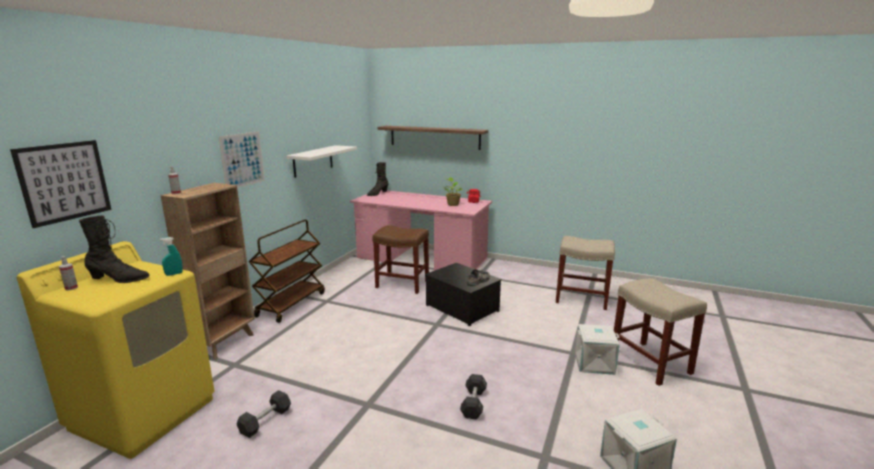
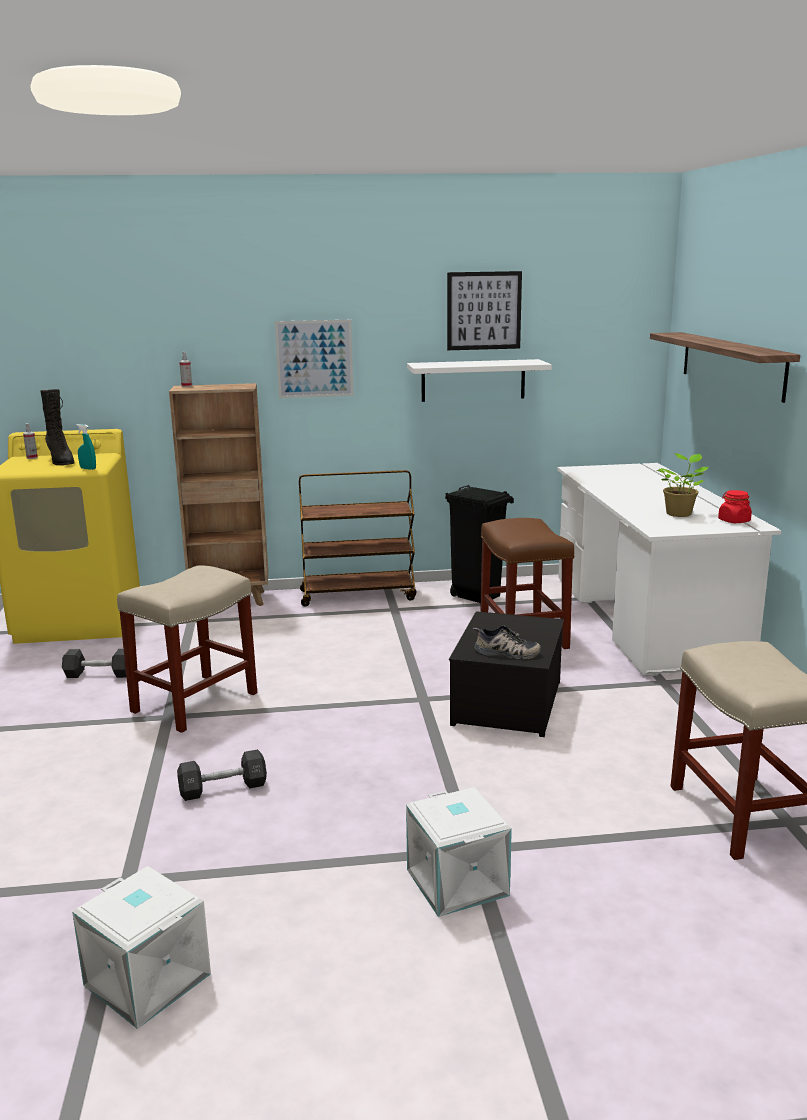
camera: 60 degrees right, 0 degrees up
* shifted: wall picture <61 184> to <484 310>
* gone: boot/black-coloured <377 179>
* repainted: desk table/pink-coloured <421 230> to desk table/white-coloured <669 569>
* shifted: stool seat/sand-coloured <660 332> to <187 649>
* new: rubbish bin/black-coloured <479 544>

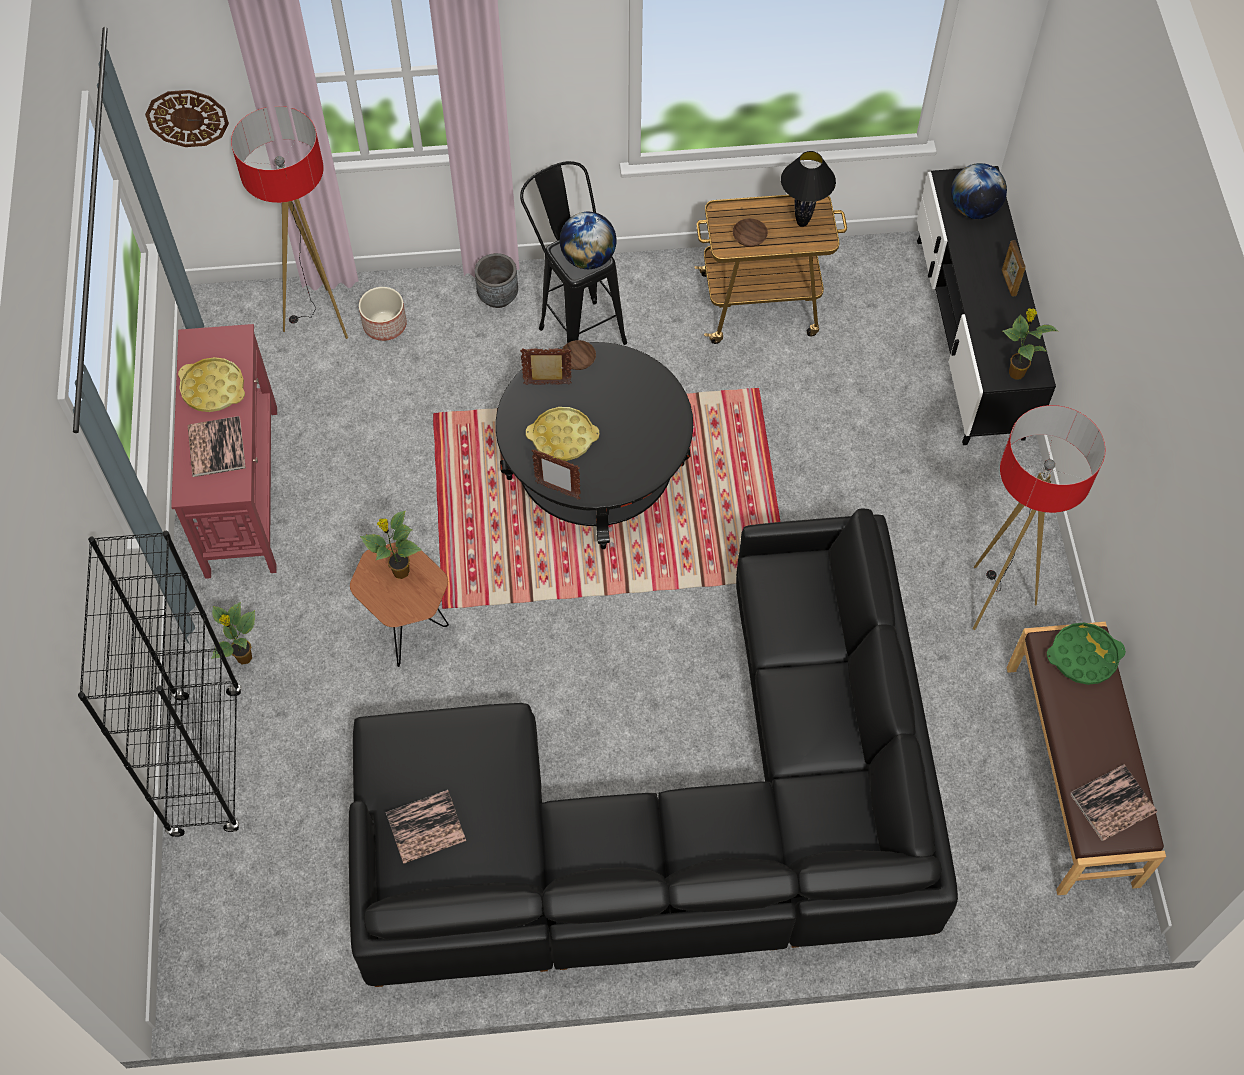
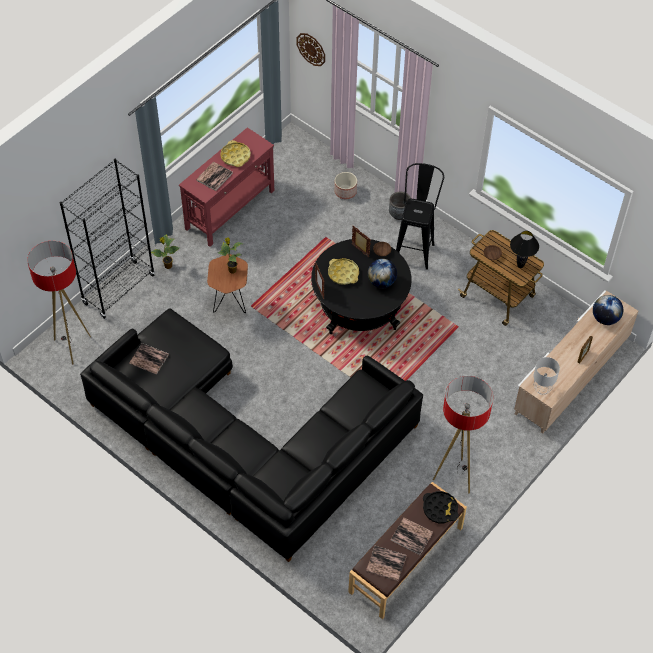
camera: 45 degrees right, 5 degrees down
* shifted: standard lamp <289 222> to <59 302>
* repainted: tv stand/black-coloured <986 305> to tv stand/sand-coloured <575 362>
* shifted: globe <588 240> to <382 273>
* swapped: houseplant <1030 344> to tabletop lamp/greyish <547 376>
* repainted: carrying tray/greenish <1086 654> to carrying tray/black-coloured <441 507>
* new: book <412 536>

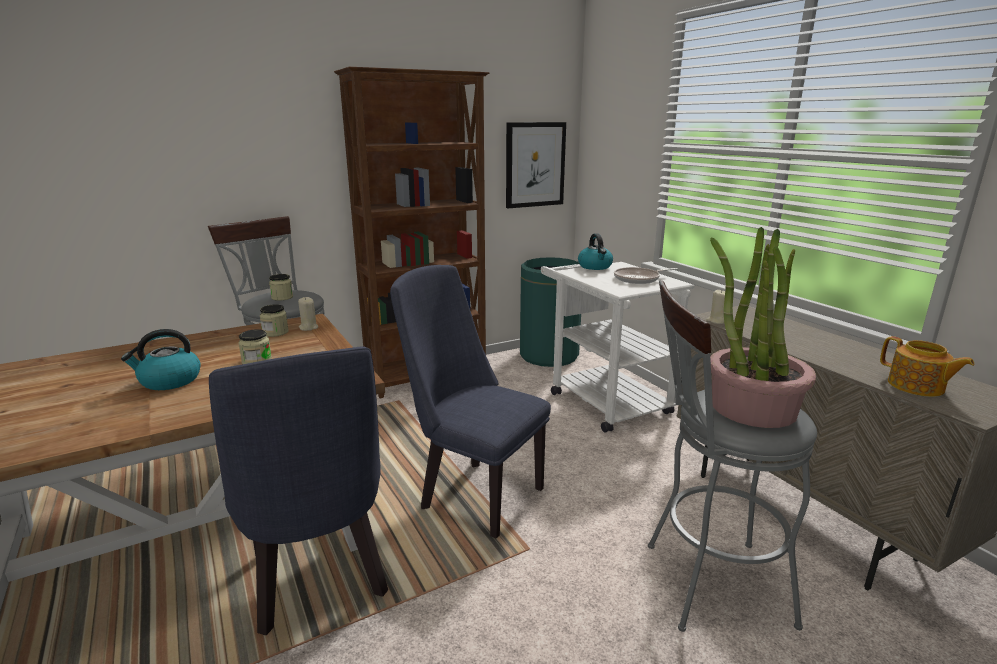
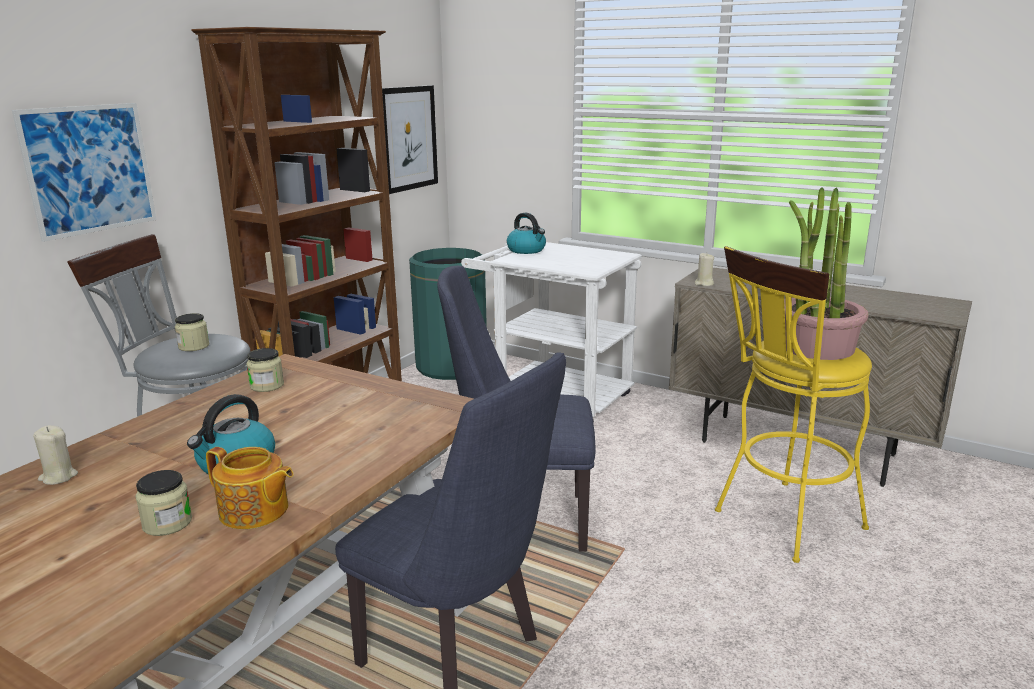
camera: 30 degrees left, 0 degrees up
* gone: pan <646 275>
* repainted: stool seat/greyish <732 456> to stool seat/yellowish <793 404>
* shifted: wax light/sand-coloured <308 314> to <55 455>
* shifted: jar <255 346> to <163 503>
* shifted: pot for tea <927 366> to <249 488>
* new: wall picture <84 172>

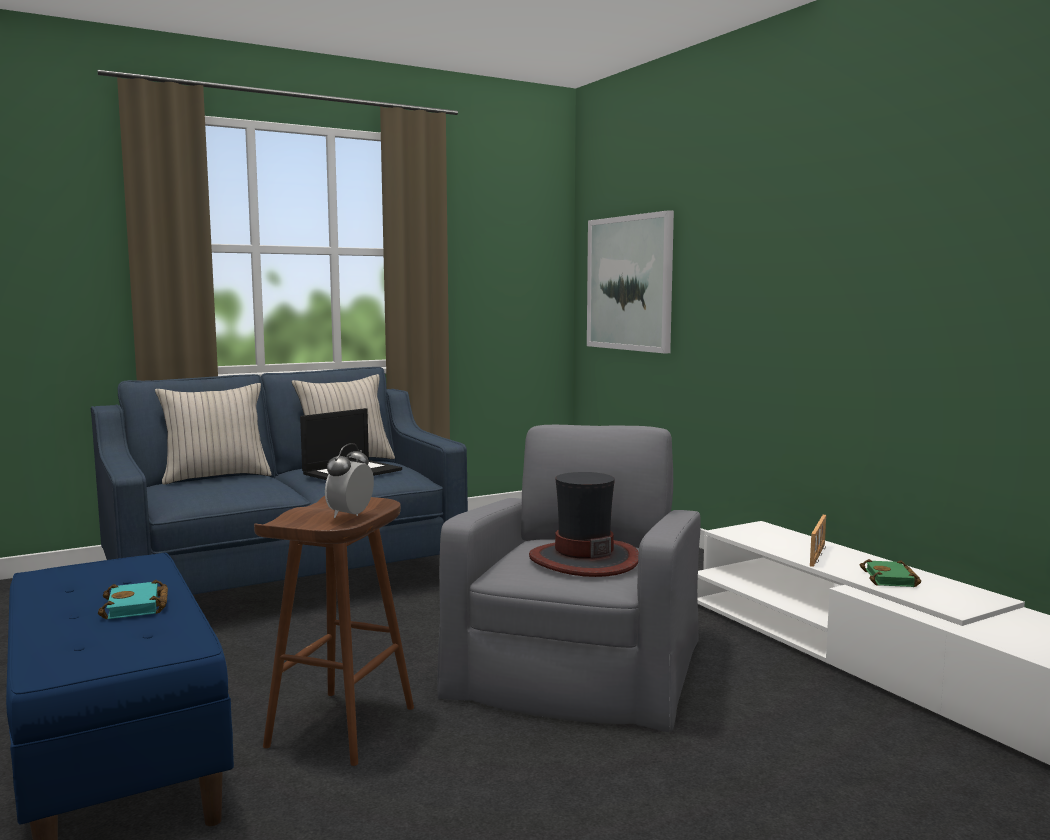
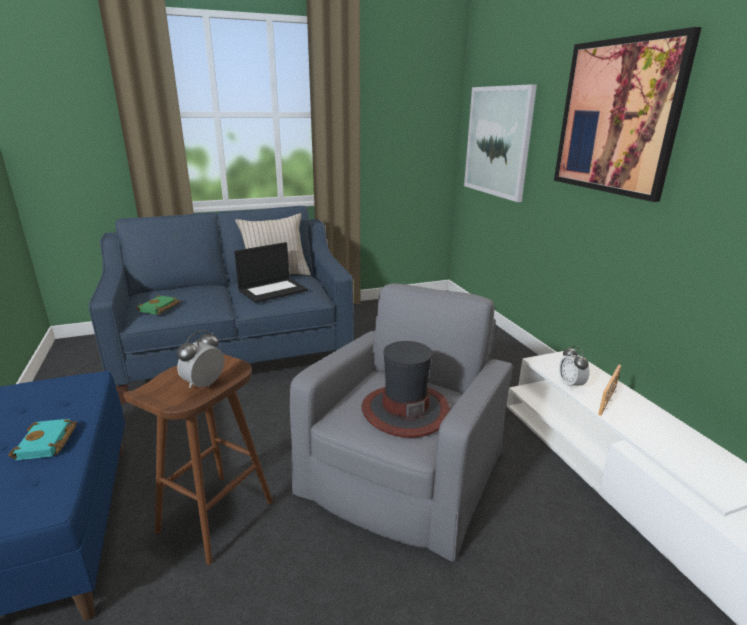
camera: 10 degrees right, 15 degrees up
* gone: cushion/sand-coloured <213 434>
* shifted: book/greenish <890 573> to <158 305>
* new: wall picture <628 114>
* new: table clock <574 368>

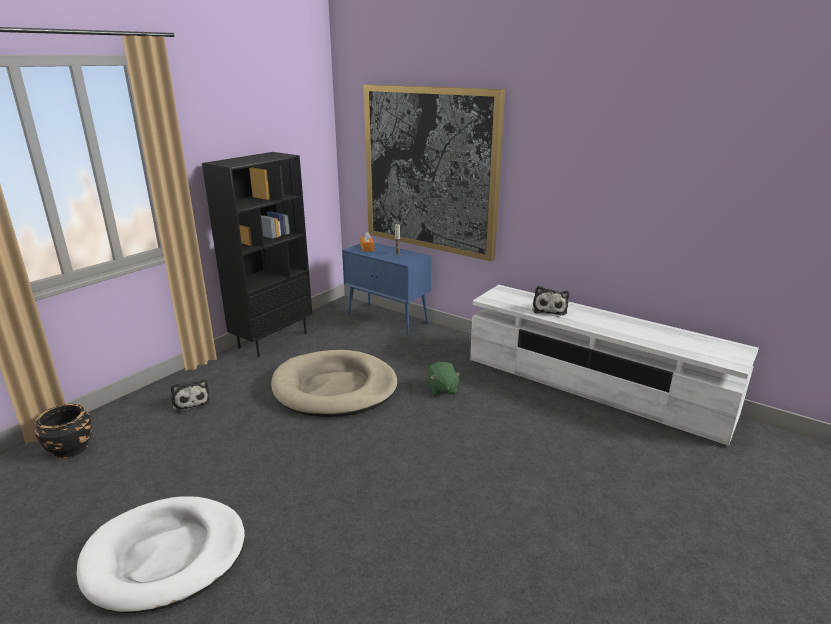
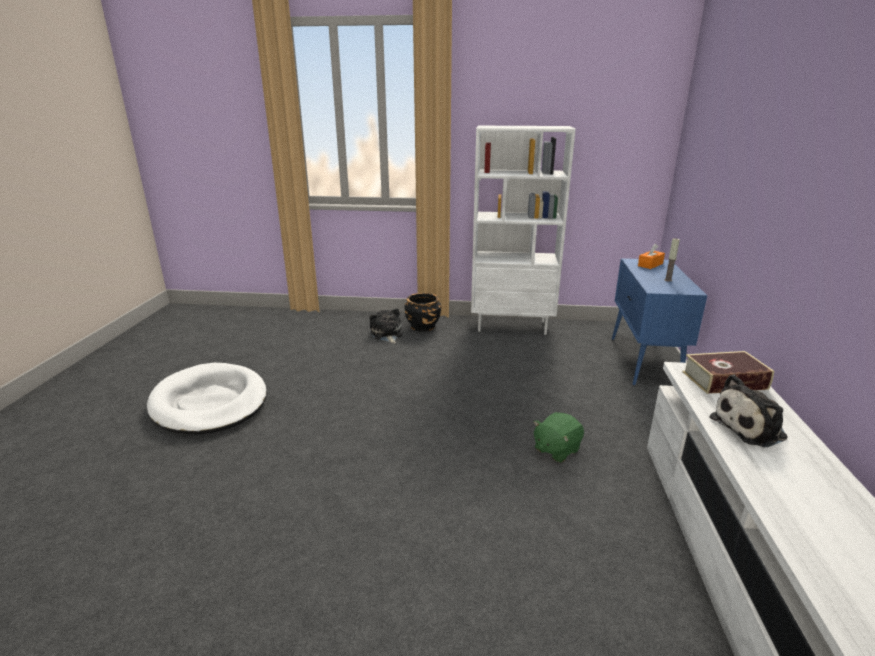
camera: 60 degrees right, 0 degrees up
* gone: wall picture <434 172>
* repainted: bookcase/black-coloured <257 254> to bookcase/white-coloured <523 230>
* gone: dog bed/sand-coloured <334 383>
* rotated: cuddly toy <191 396> = <386 326> 135 degrees clockwise
* shifted: flower pot/black-coloured <63 431> to <422 312>
* new: book <728 372>

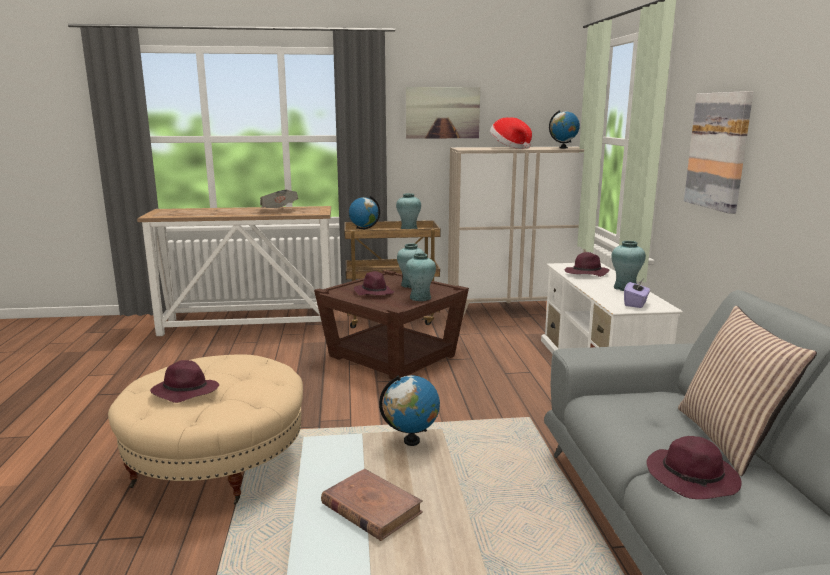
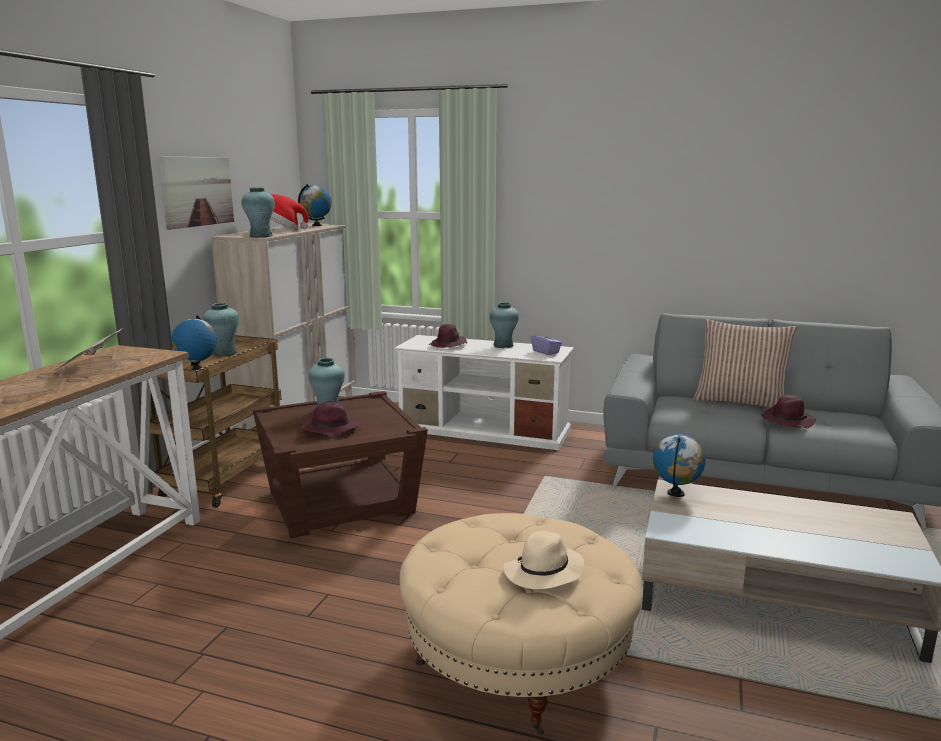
camera: 65 degrees left, 0 degrees up
* gone: wall picture <718 152>
* shifted: vase/turquoise <420 277> to <258 212>
* repainted: wearable hat/purple-coloured <184 381> to wearable hat/sand-coloured <543 560>
* gone: book/brownish <372 505>

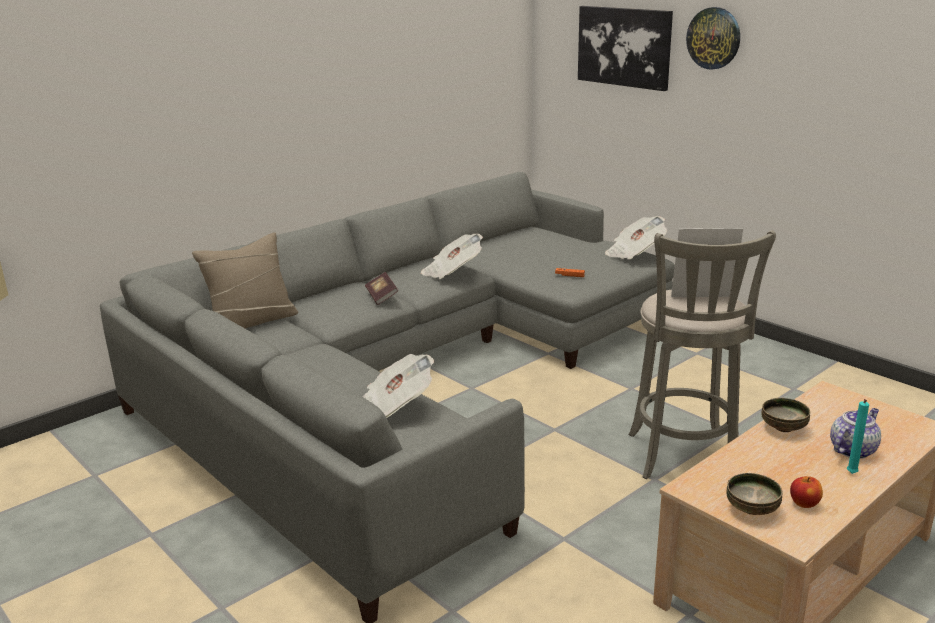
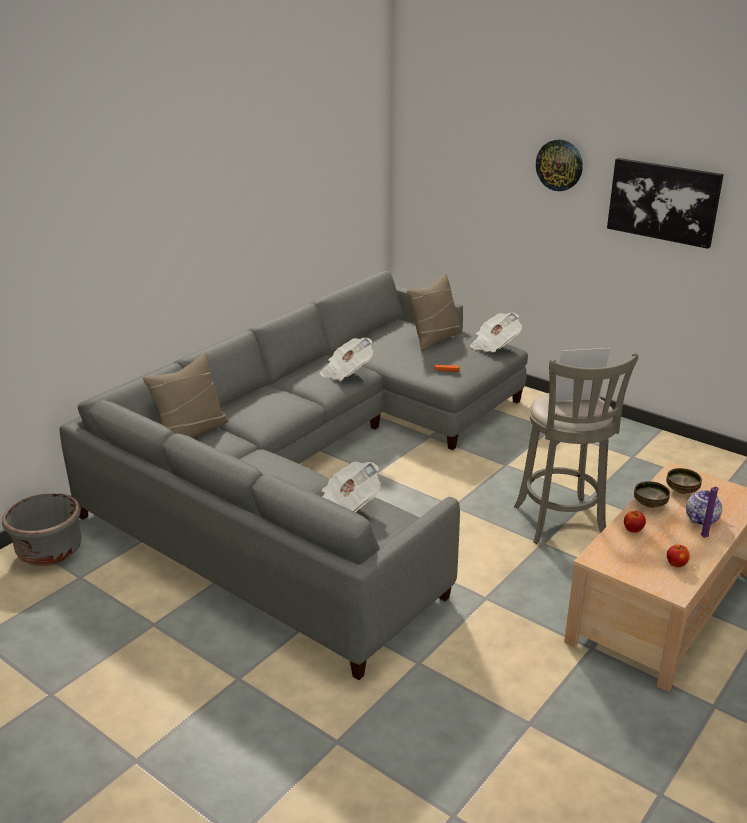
camera: 10 degrees left, 5 degrees up
* shifted: wall picture <625 48> to <665 203>
* gone: book <381 288>
* repainted: wax light/turquoise <858 436> to wax light/purple-coloured <709 512>
* shifted: bowl <754 494> to <684 481>
* new: cushion/sand-coloured <434 312>
* new: flower pot/greyish <41 529>
* new: apple <635 521>

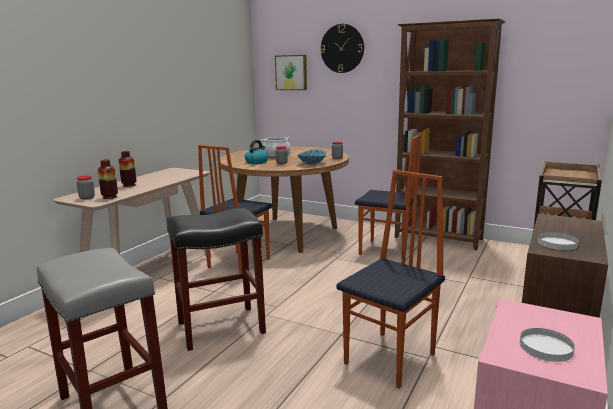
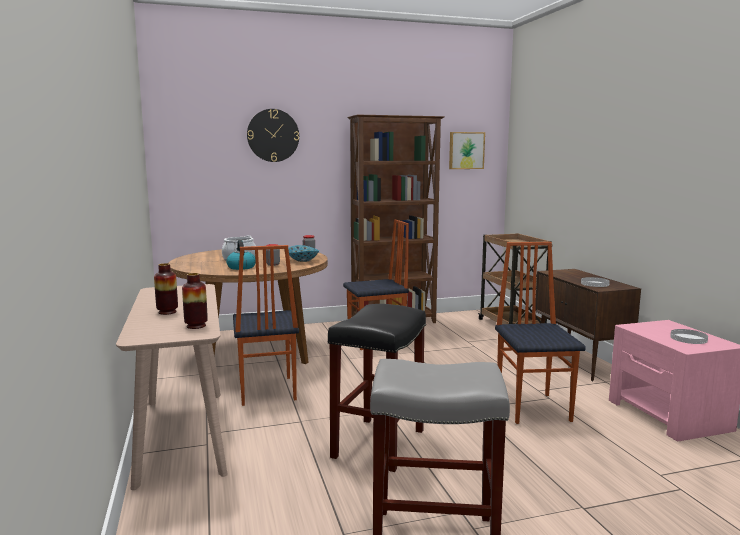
camera: 45 degrees left, 5 degrees down
* shifted: wall picture <291 72> to <467 150>
* gone: jar <85 188>

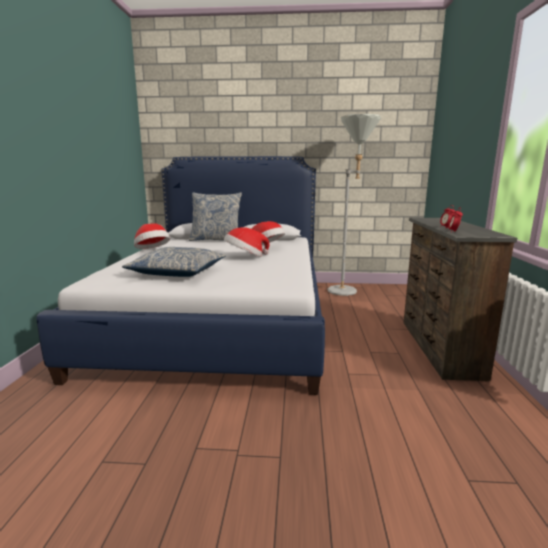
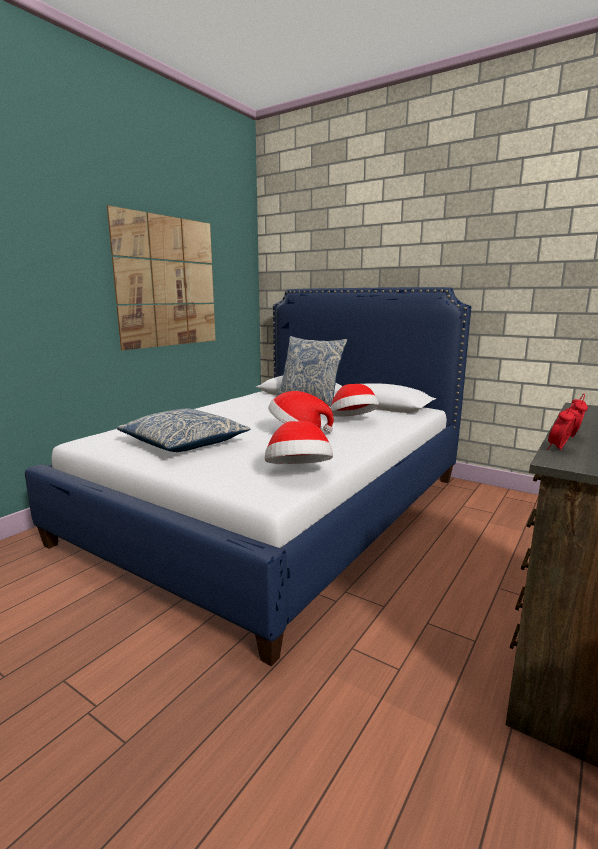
camera: 30 degrees right, 0 degrees up
* gone: standard lamp/greyish <355 205>
* shifted: wearable hat <152 236> to <299 442>
* new: wall picture <161 277>

